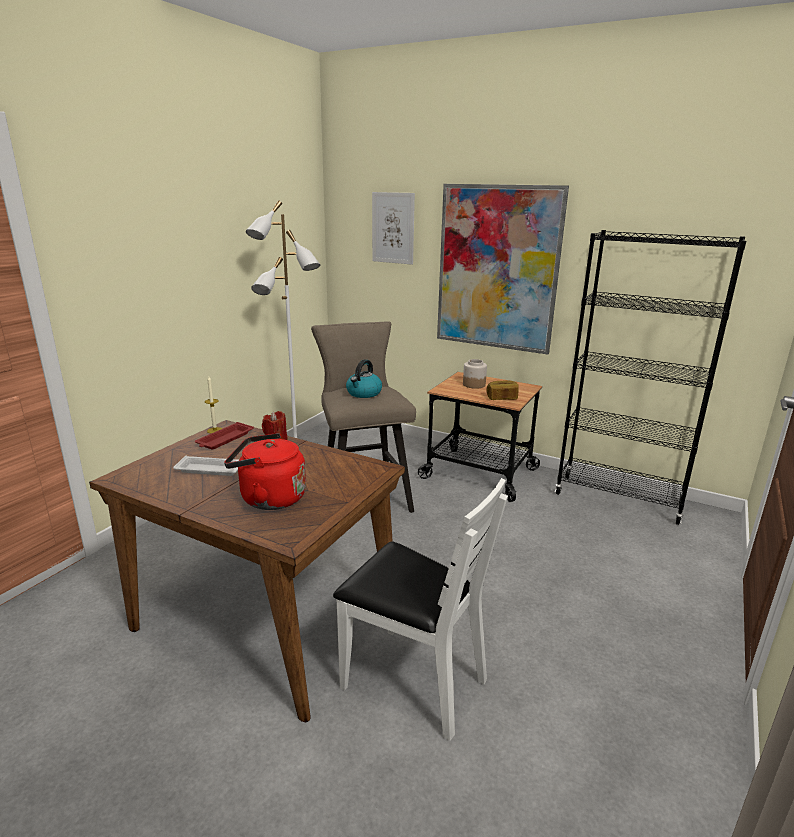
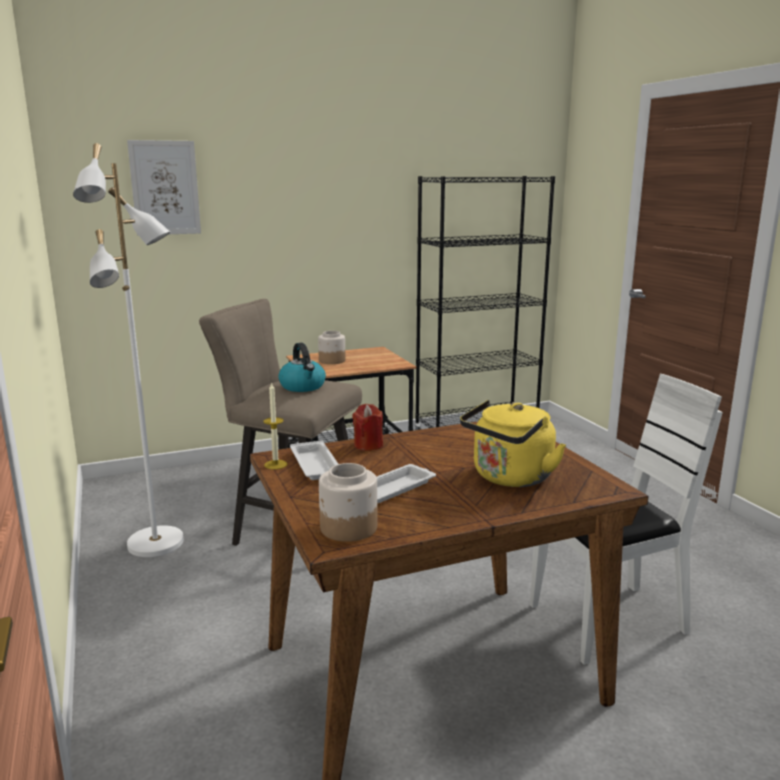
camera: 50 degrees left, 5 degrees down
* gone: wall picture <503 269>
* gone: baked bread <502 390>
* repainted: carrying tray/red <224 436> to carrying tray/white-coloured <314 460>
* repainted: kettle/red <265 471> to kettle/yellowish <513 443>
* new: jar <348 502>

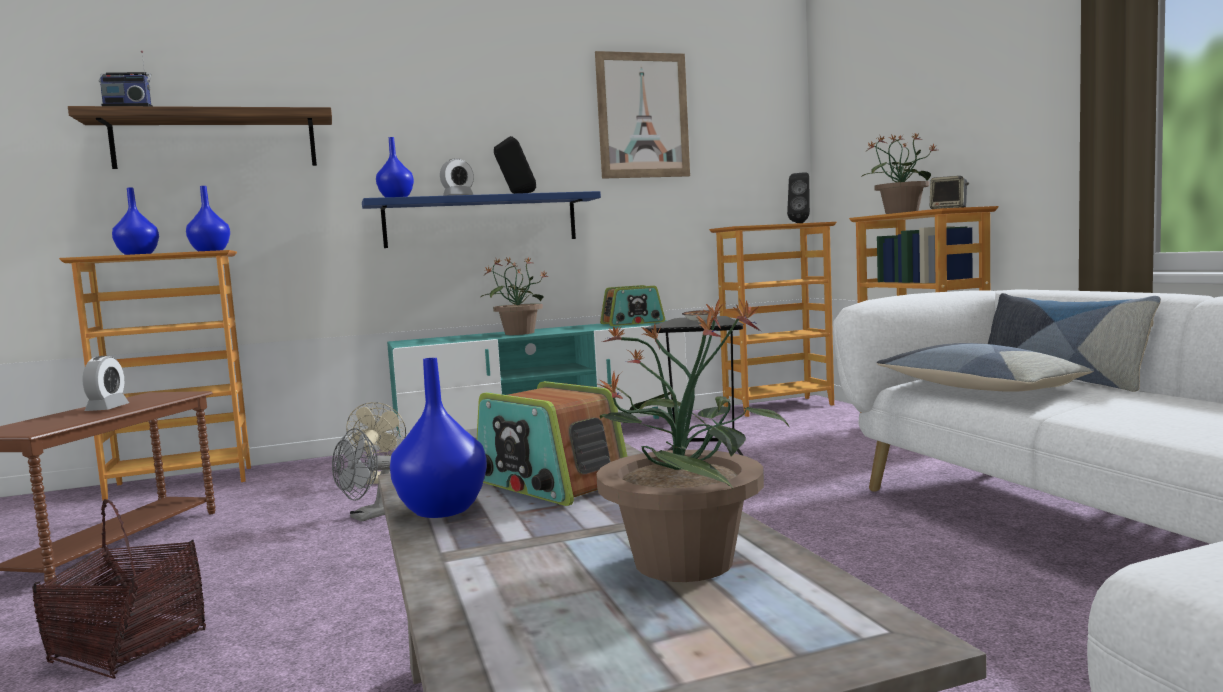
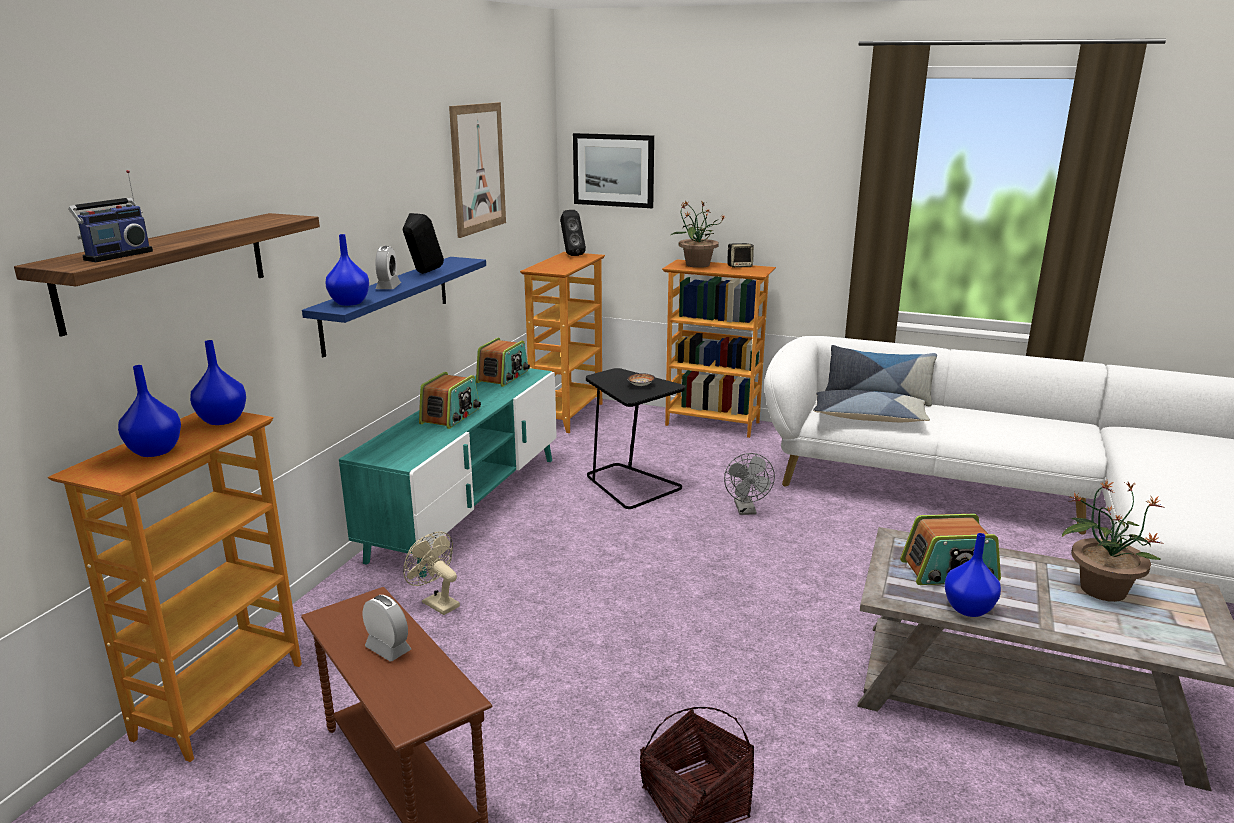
camera: 50 degrees left, 15 degrees up
* swapped: houseplant <514 296> to radio set <450 400>
* shifted: electric fan/greyish <361 475> to <749 484>
* new: wall picture <613 170>

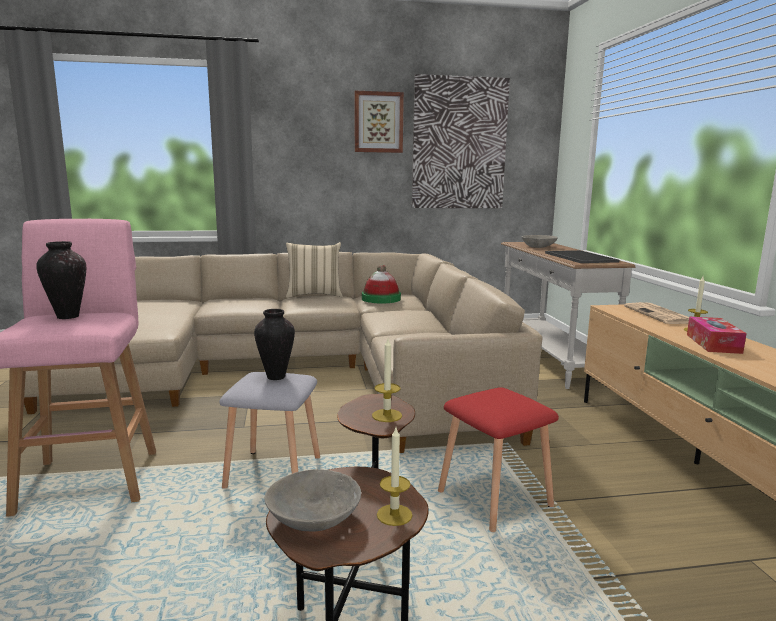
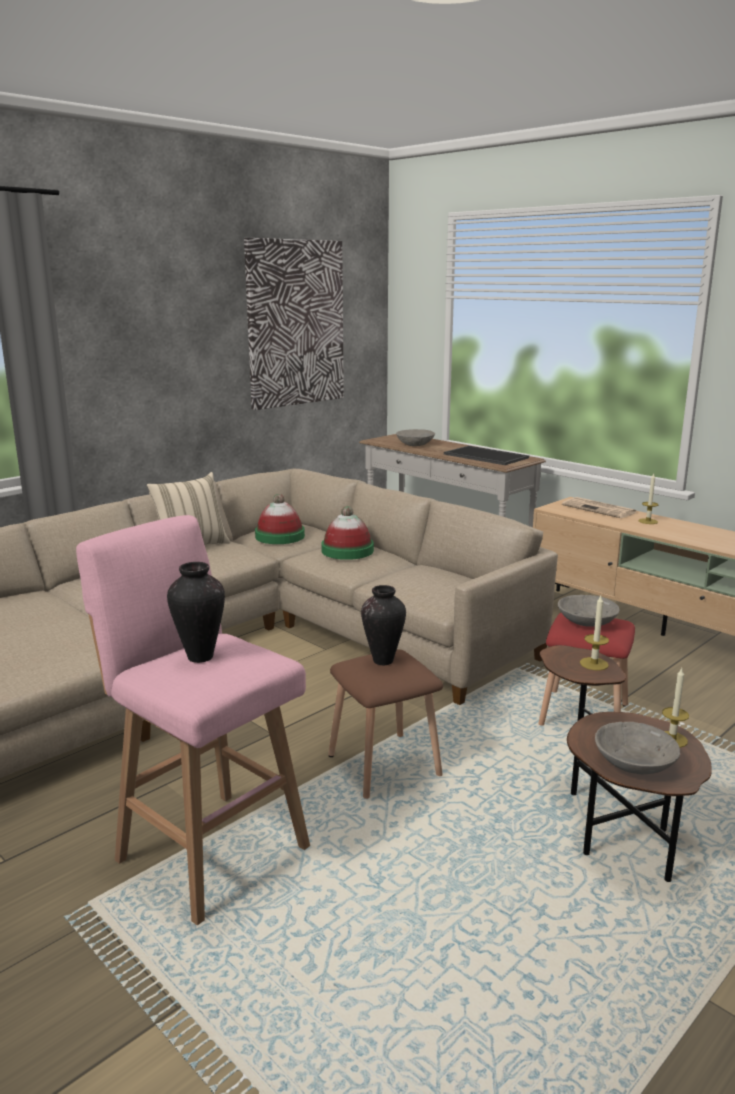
camera: 35 degrees left, 5 degrees up
* gone: wall picture <379 122>
* gone: tissue holder <717 335>
* repainted: stool seat/greyish <269 430> to stool seat/brownish <385 724>
* new: wearable hat <347 533>
* new: bowl/greyish <589 611>

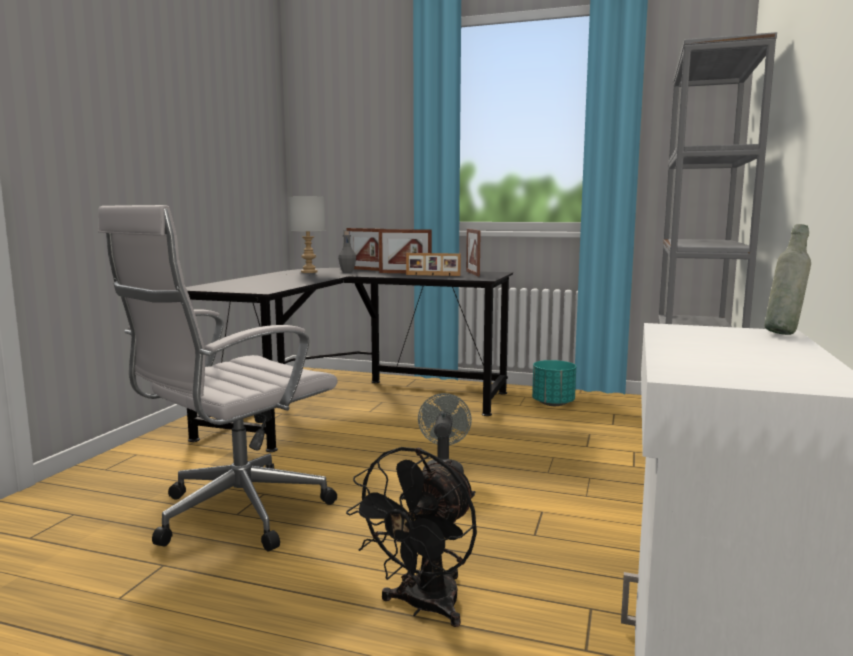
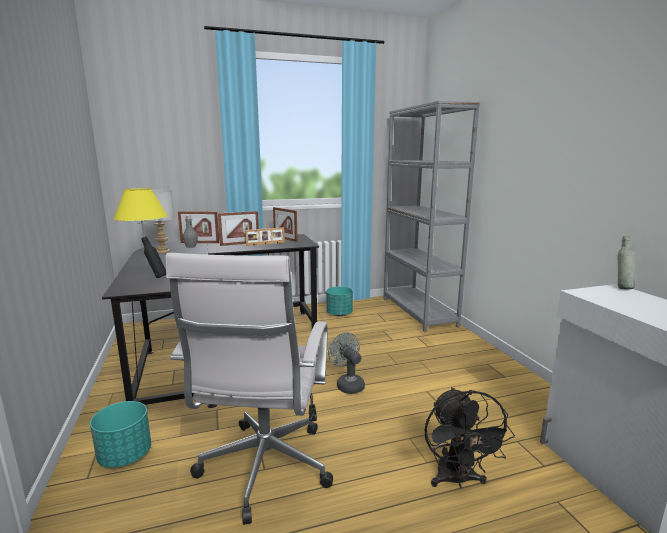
camera: 35 degrees left, 5 degrees up
* new: tabletop lamp/yellowish <141 227>
* new: beverage bottle/black-coloured <153 257>
* new: flower pot/turquoise <120 434>

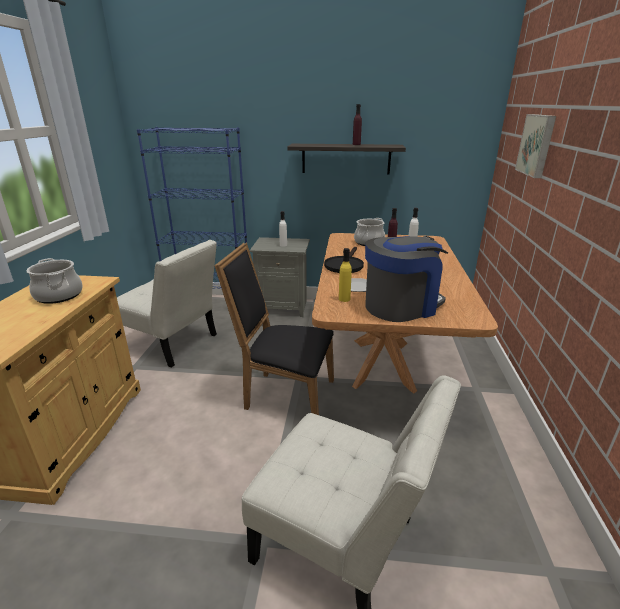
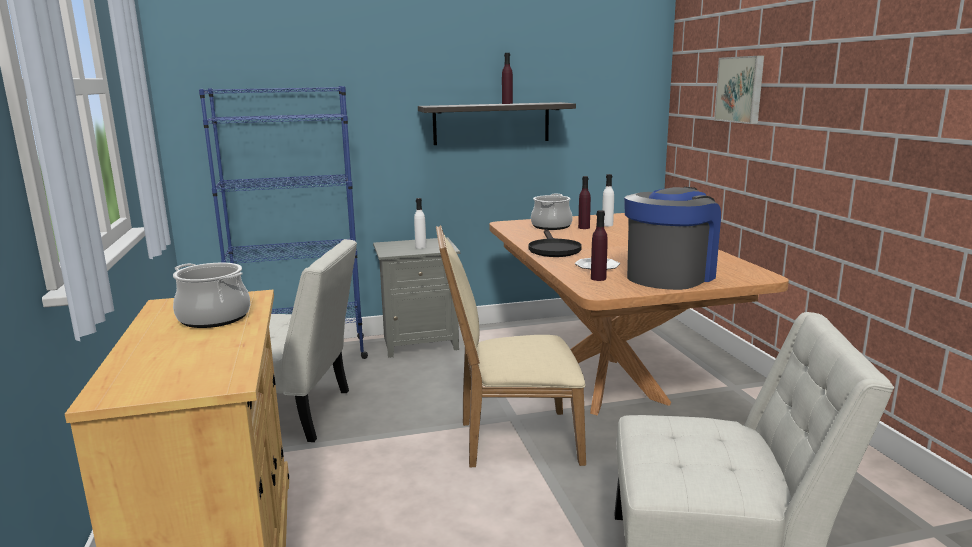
camera: 20 degrees left, 10 degrees down
* repainted: plain chair/black-coloured <274 328> to plain chair/sand-coloured <511 346>
* repainted: beverage bottle/yellowish <345 275> to beverage bottle/purple-coloured <599 245>

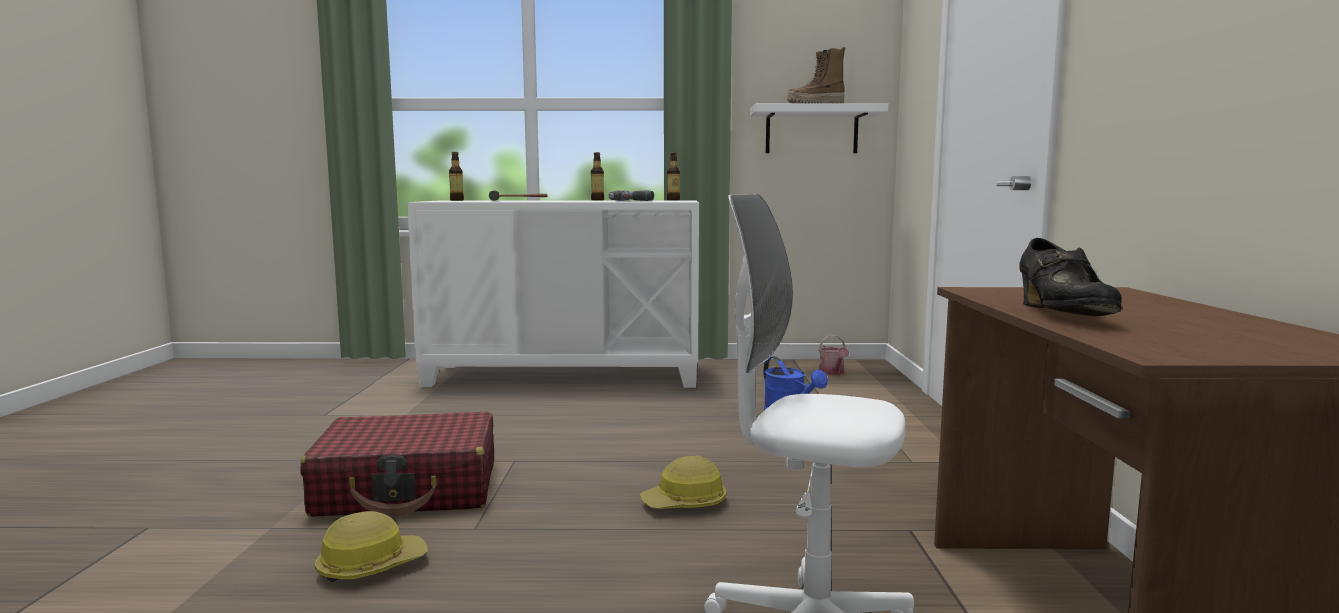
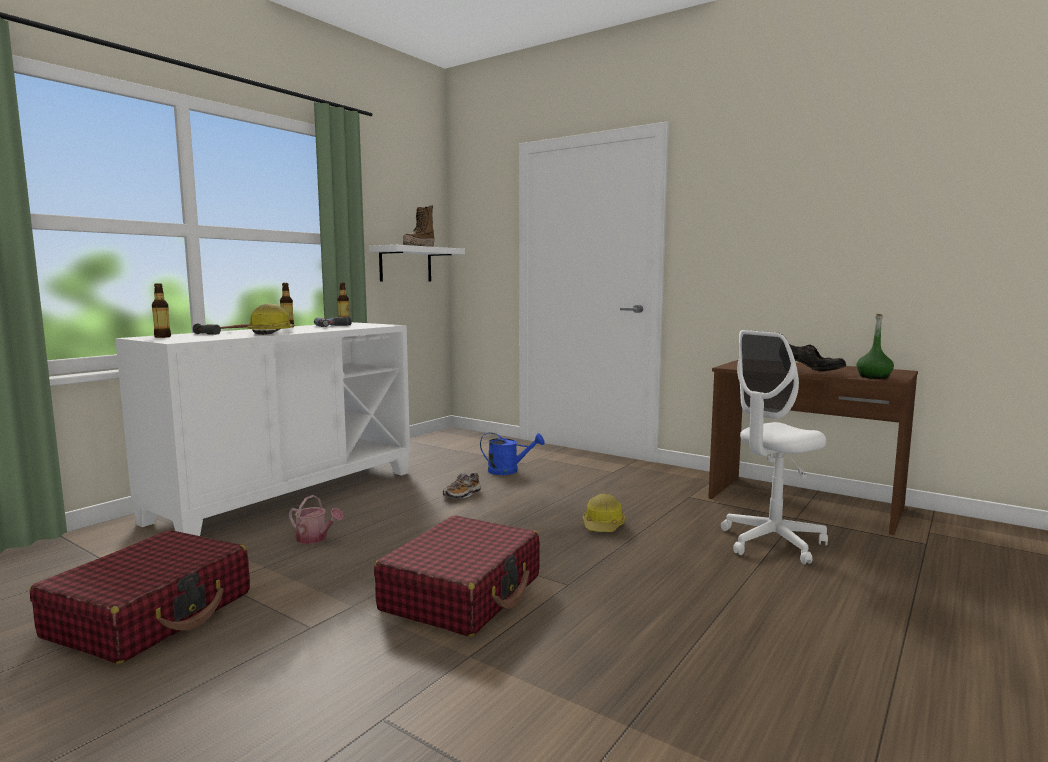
camera: 55 degrees left, 0 degrees up
* shifted: sprinkling can <833 355> to <316 519>
* shifted: hard hat <371 546> to <271 319>
* new: beverage bottle/greenish <875 346>
* new: low shoe <462 486>
* new: travel case/red <140 597>

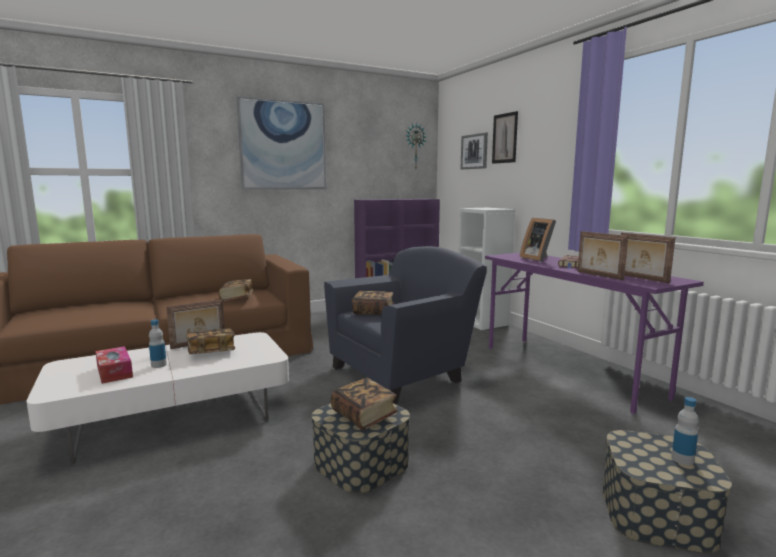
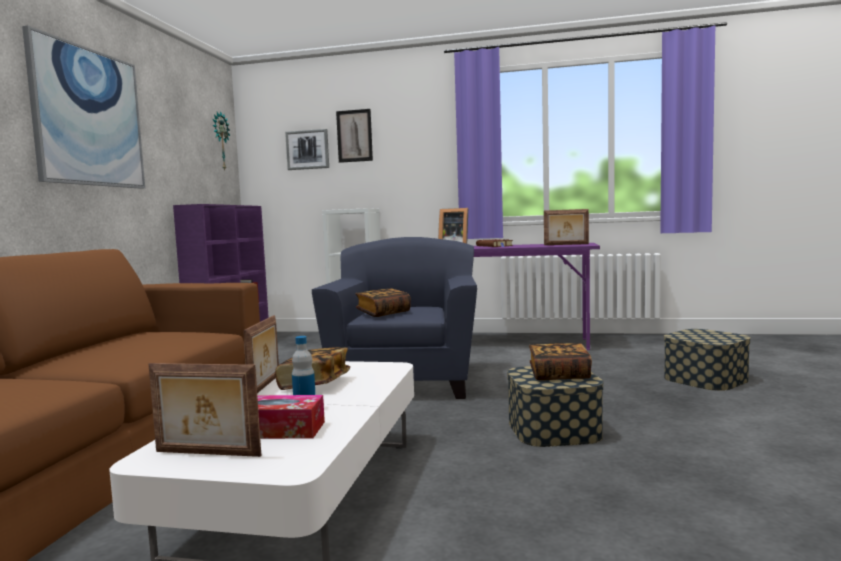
camera: 50 degrees left, 5 degrees down
* shifted: standing frame <602 255> to <205 410>
* gone: book <236 290>
* gone: beverage bottle <685 431>

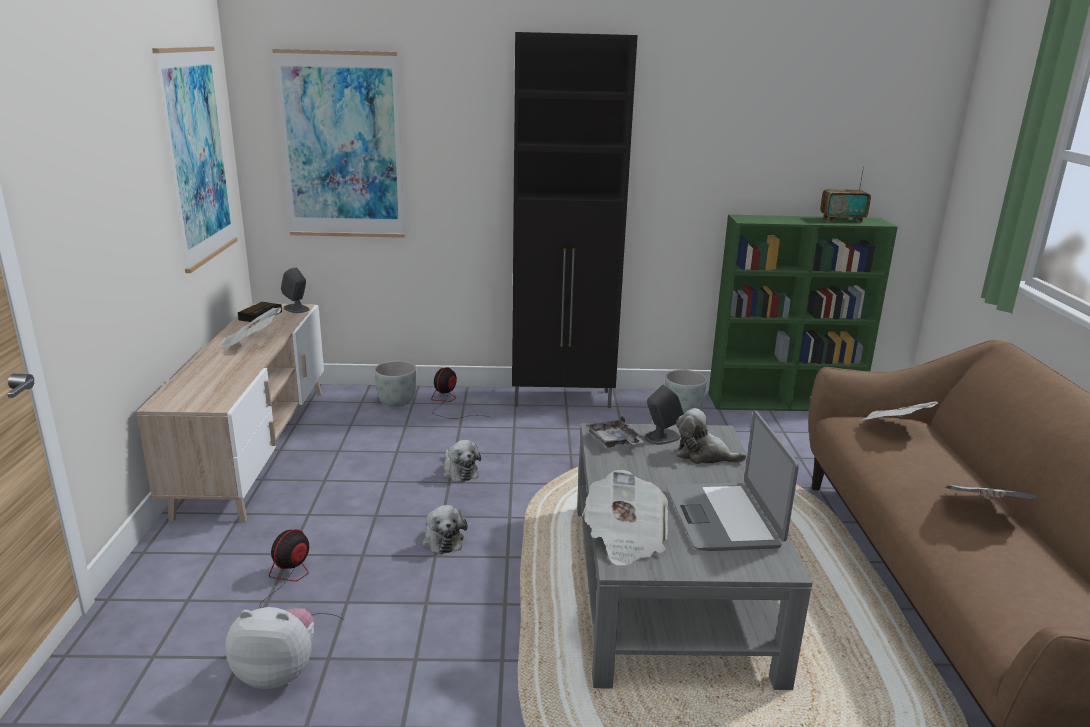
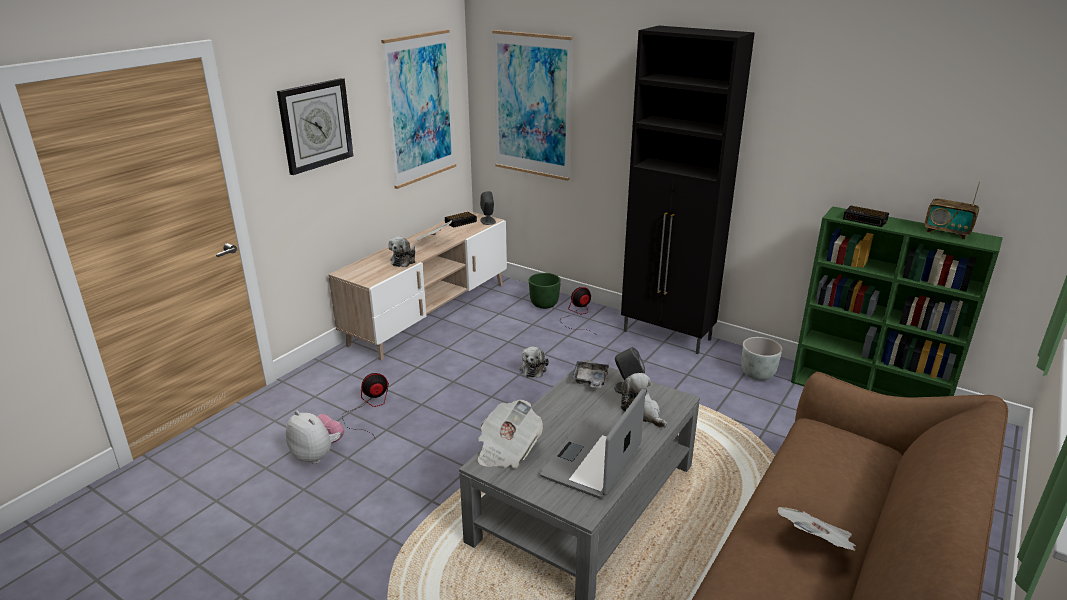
camera: 35 degrees right, 5 degrees up
* repainted: flower pot/greyish <395 384> to flower pot/greenish <545 291>
* gone: newspaper <900 410>
* shifted: cuddly toy <445 529> to <402 251>
* new: clock on the wall <315 126>
* new: table clock <866 216>

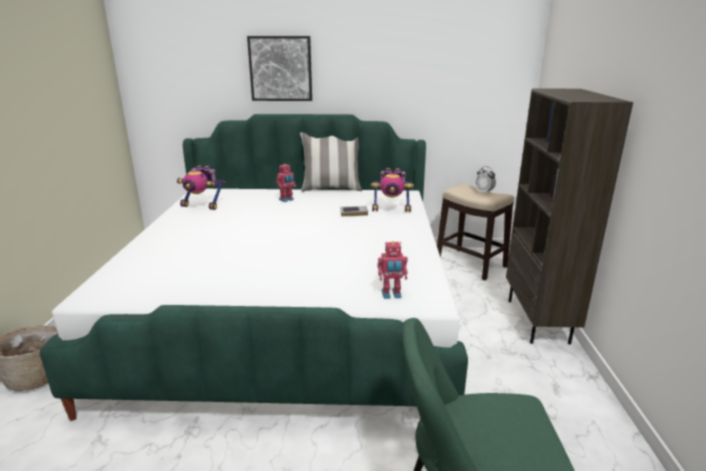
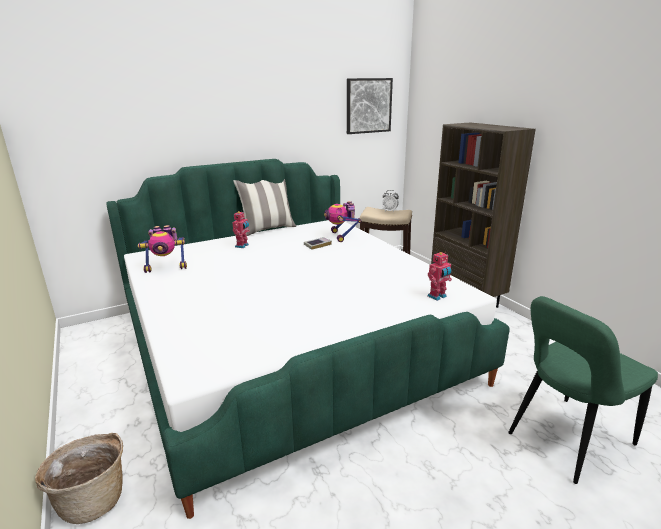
camera: 30 degrees left, 0 degrees up
* shifted: wall picture <279 68> to <370 106>
* rotated: model robot <392 190> = <342 221> 105 degrees clockwise

